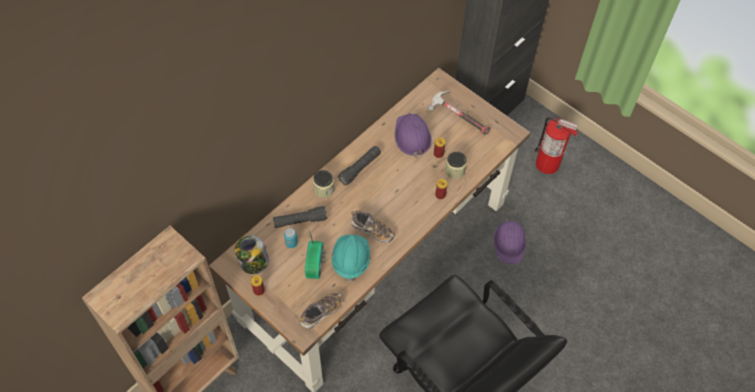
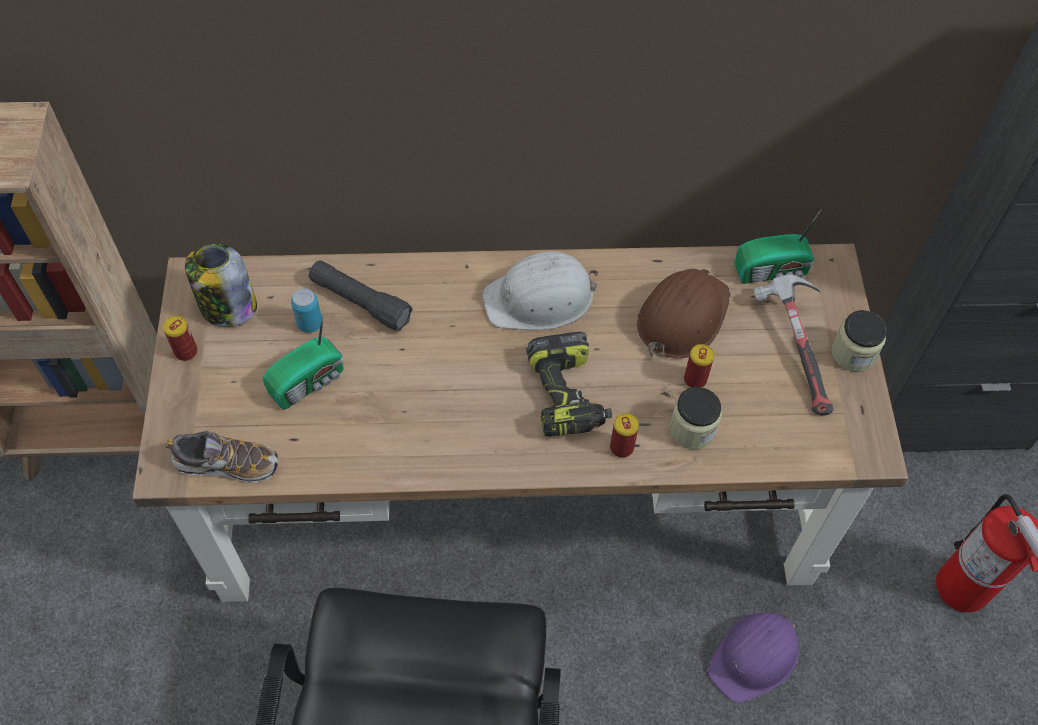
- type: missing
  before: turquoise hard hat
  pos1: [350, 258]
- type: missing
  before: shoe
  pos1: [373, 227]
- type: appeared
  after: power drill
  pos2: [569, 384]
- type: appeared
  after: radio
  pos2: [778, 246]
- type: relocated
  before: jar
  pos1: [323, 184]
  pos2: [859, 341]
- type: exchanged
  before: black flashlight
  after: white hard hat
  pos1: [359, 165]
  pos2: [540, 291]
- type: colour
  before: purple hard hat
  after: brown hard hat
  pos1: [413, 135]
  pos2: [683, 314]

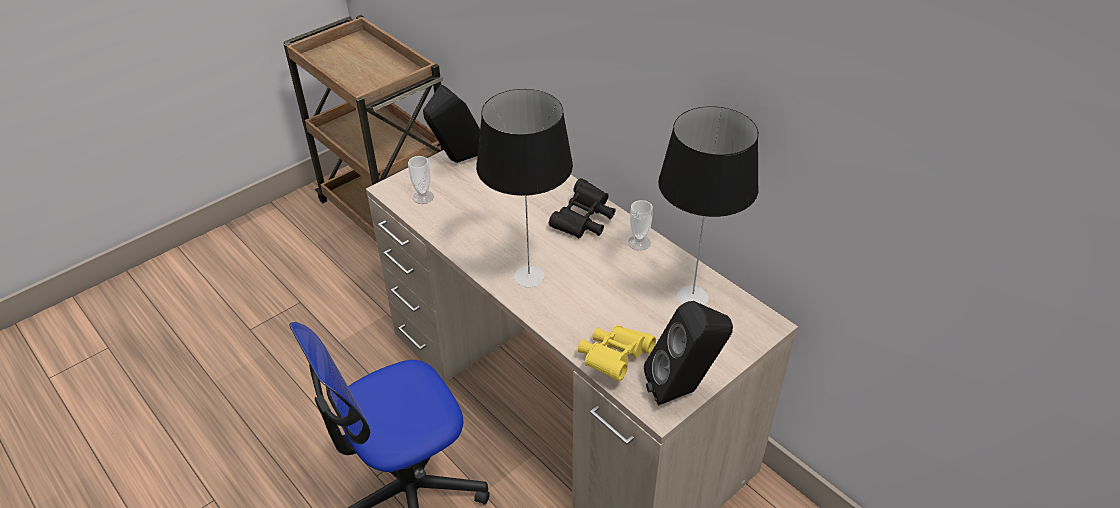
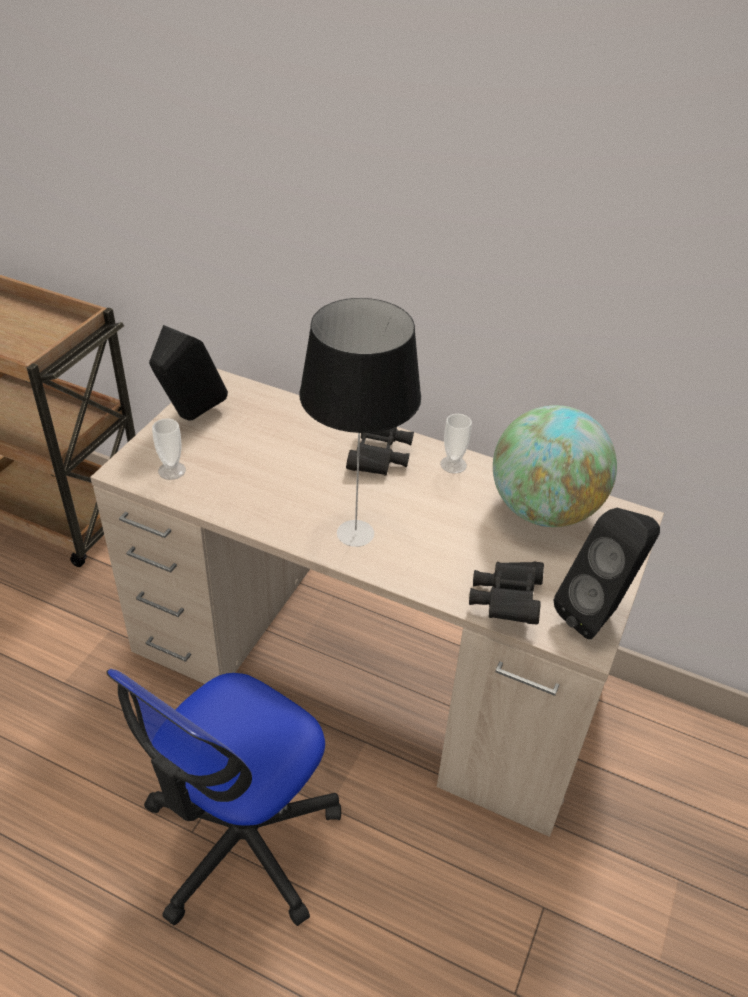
- type: exchanged
  before: table lamp
  after: globe
  pos1: [708, 205]
  pos2: [555, 466]
- type: colour
  before: yellow binoculars
  after: black binoculars
  pos1: [617, 353]
  pos2: [506, 592]

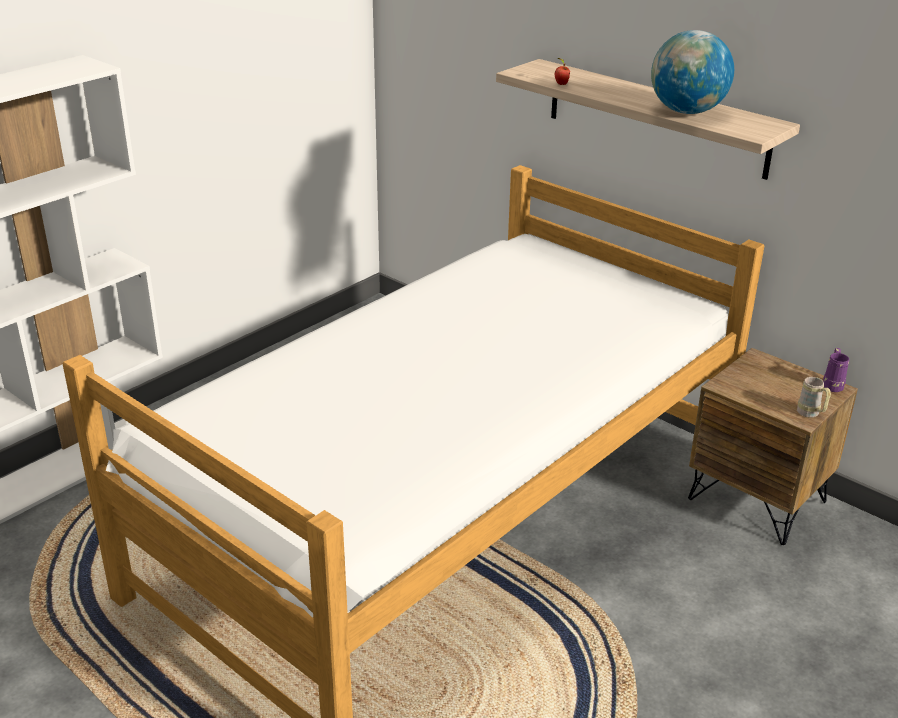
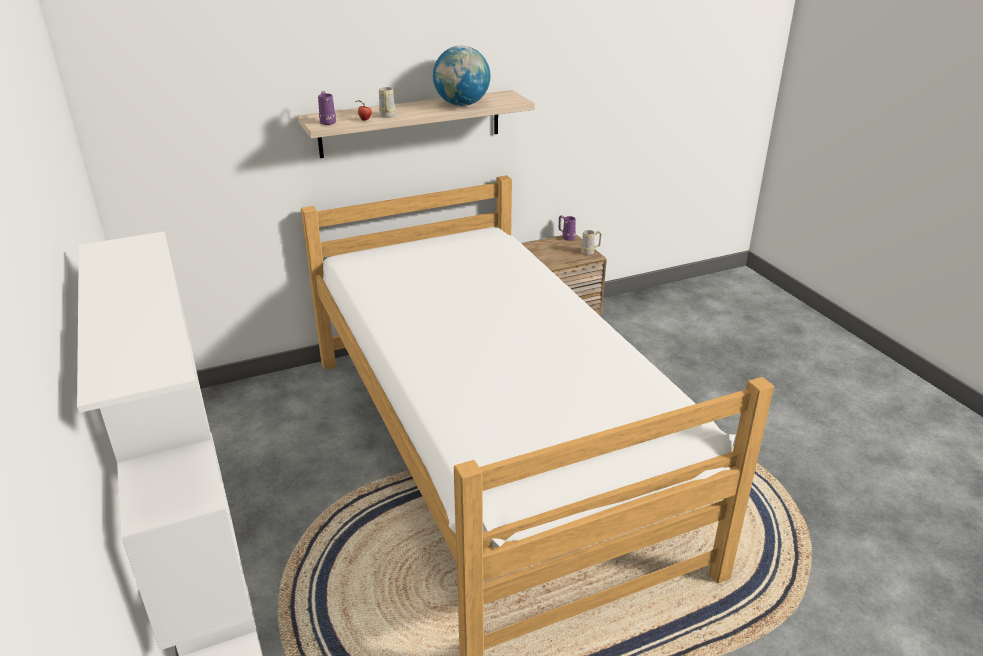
- type: appeared
  after: purple mug
  pos2: [327, 108]
- type: appeared
  after: beige mug
  pos2: [387, 102]

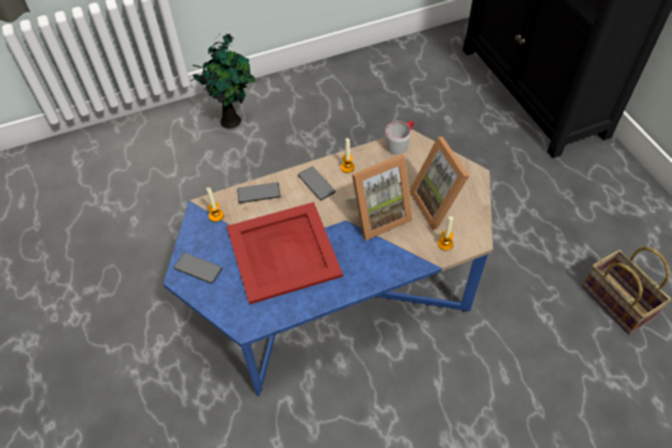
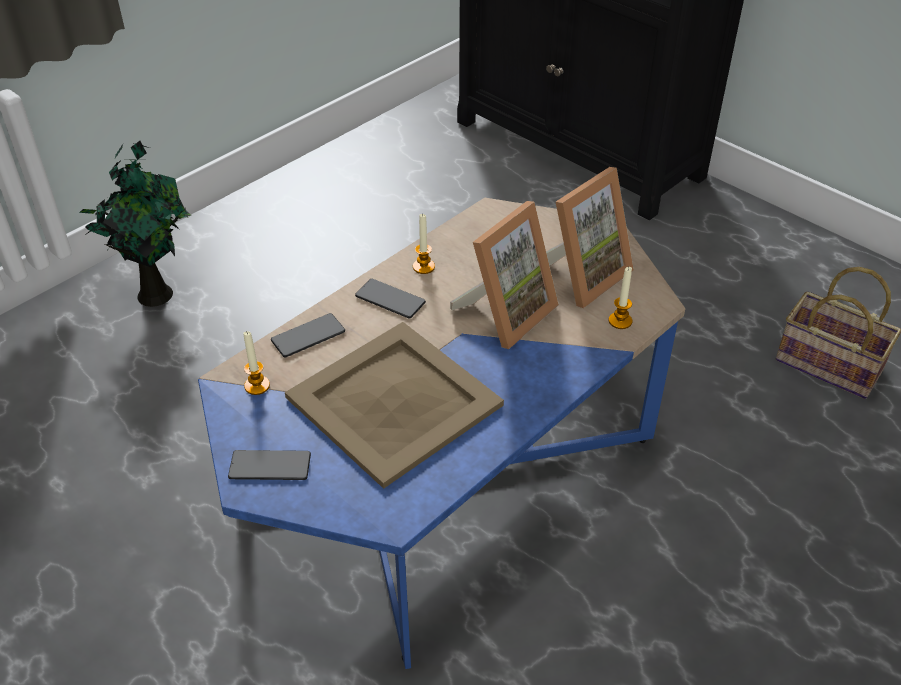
- type: missing
  before: grey mug
  pos1: [399, 137]
- type: colour
  before: red tray
  after: beige tray
  pos1: [285, 253]
  pos2: [394, 405]
- type: spun
  before: picture frame
  pos1: [439, 183]
  pos2: [590, 237]
  turn: -90

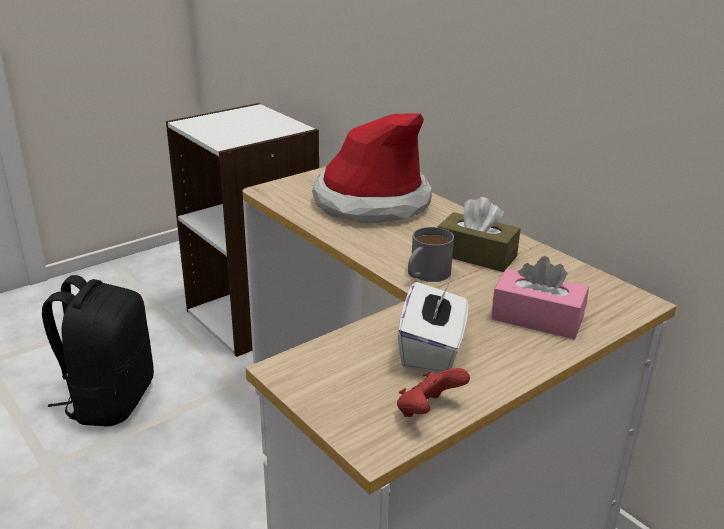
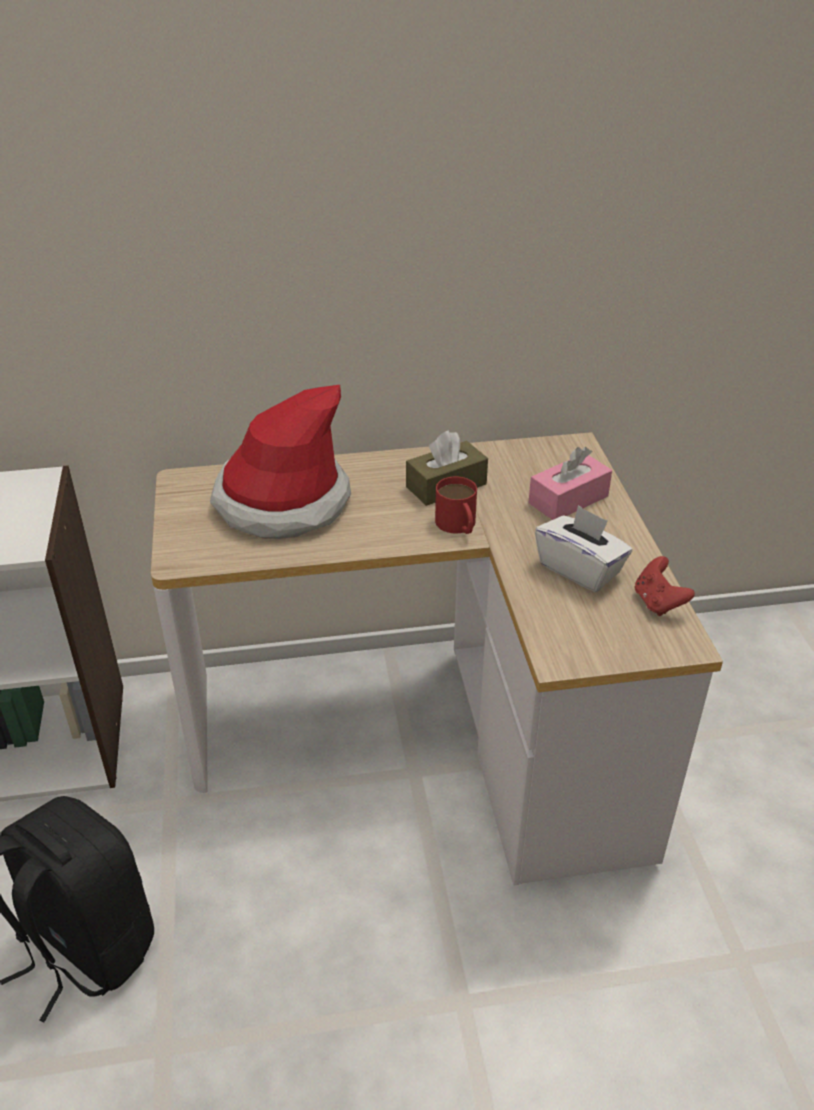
- type: colour
  before: grey mug
  after: red mug
  pos1: [431, 254]
  pos2: [456, 505]

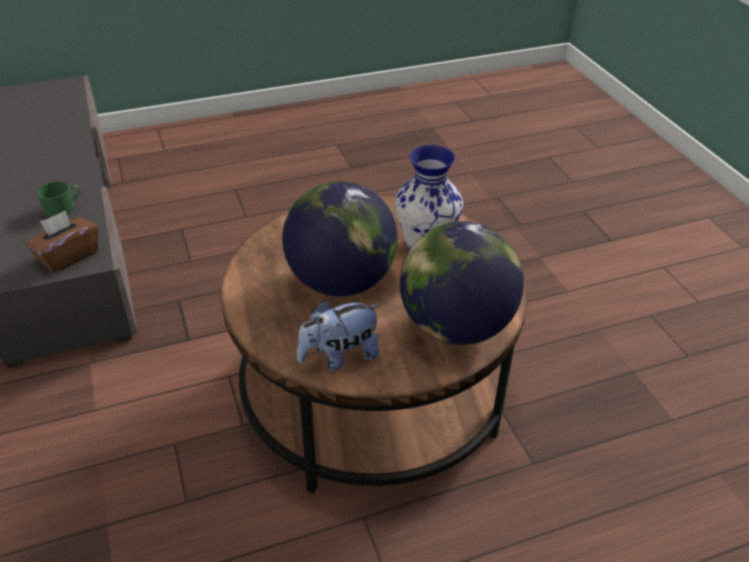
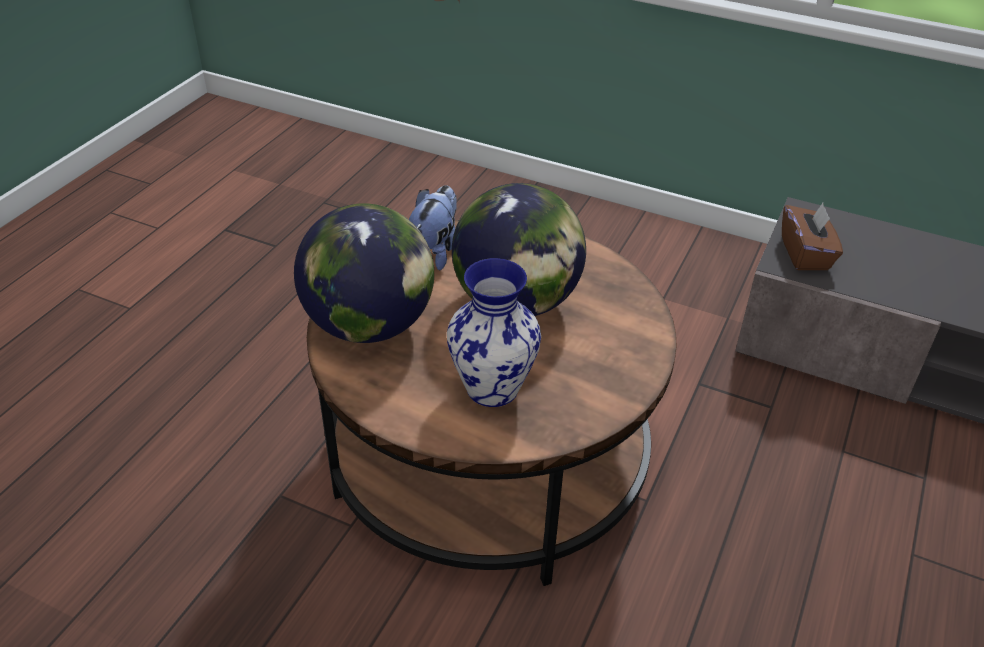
- type: missing
  before: green mug
  pos1: [58, 199]

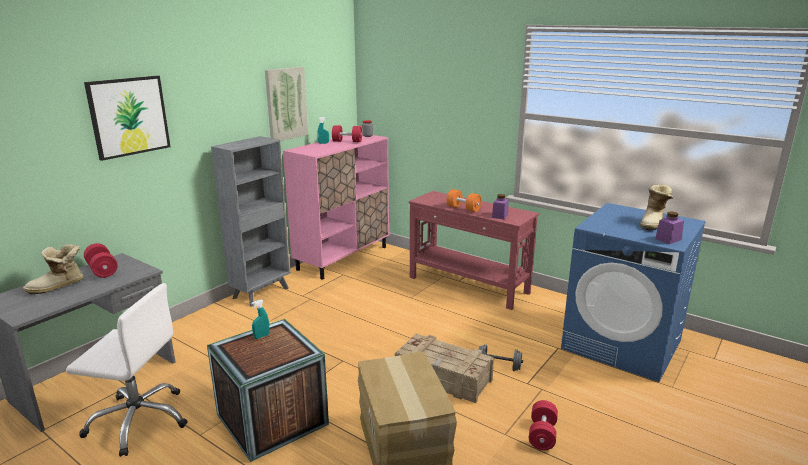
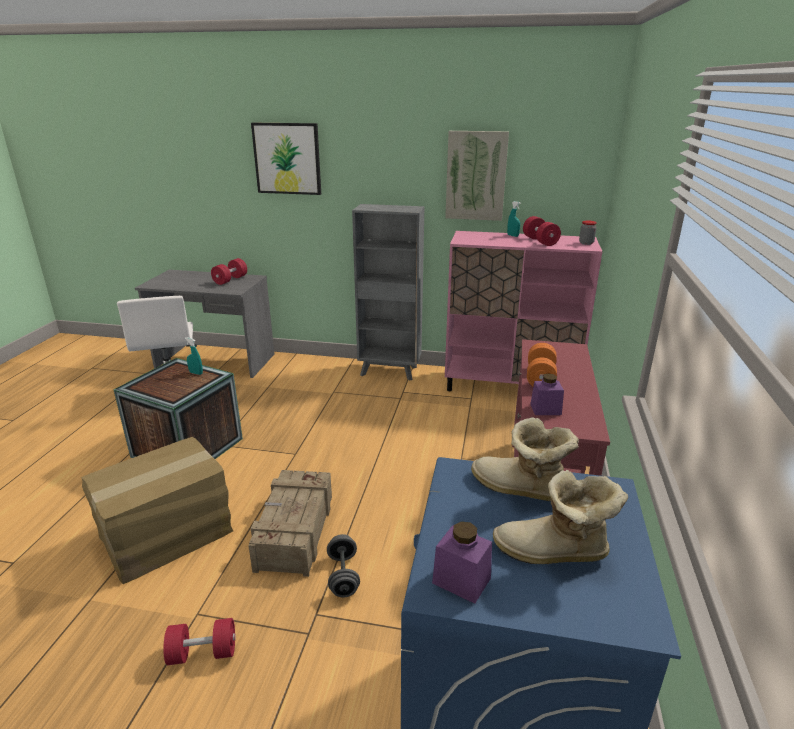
- type: relocated
  before: boot
  pos1: [53, 269]
  pos2: [525, 459]

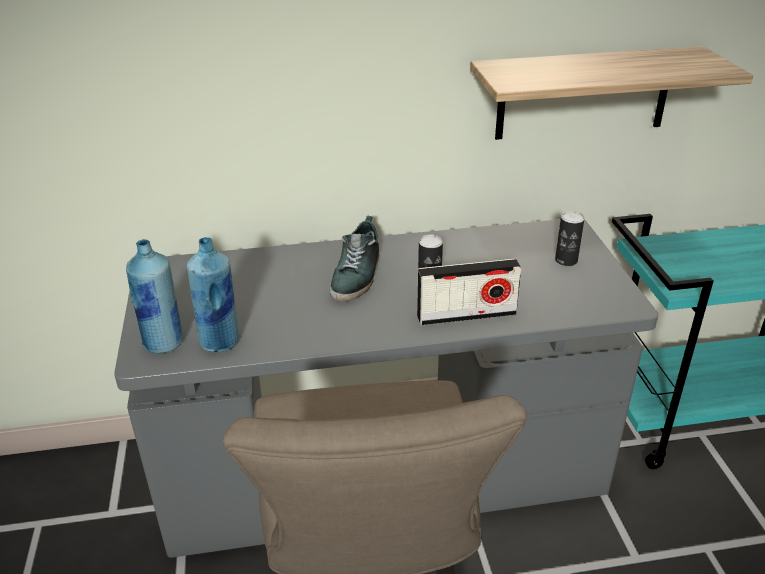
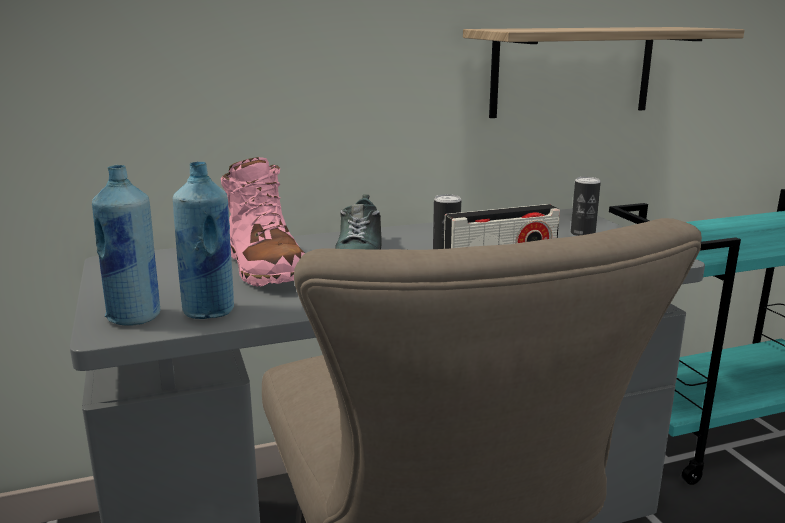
- type: appeared
  after: pink boot
  pos2: [263, 222]

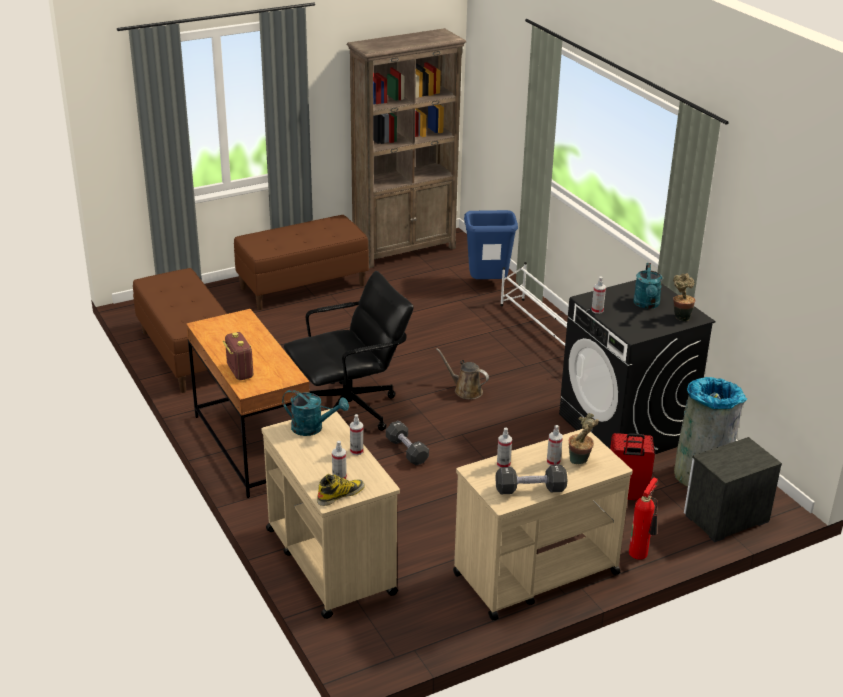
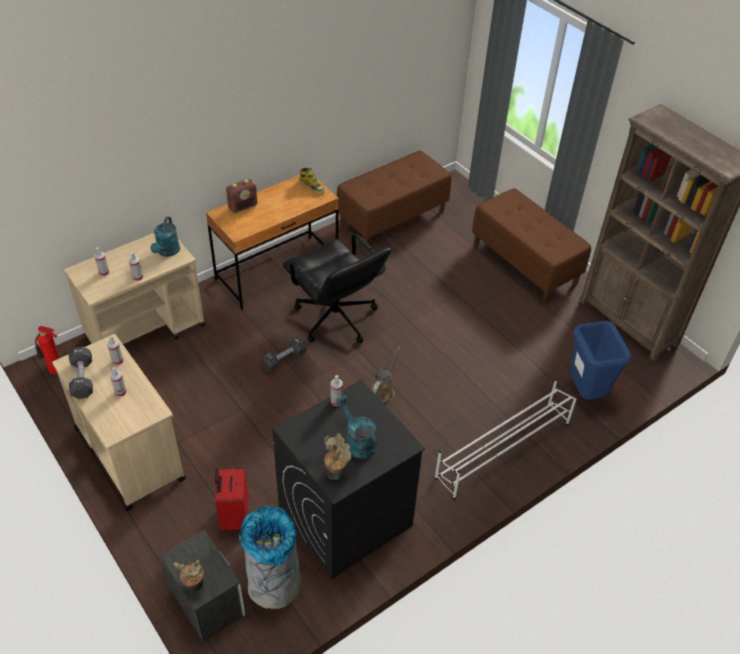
- type: relocated
  before: boot
  pos1: [341, 490]
  pos2: [312, 181]
- type: relocated
  before: potted plant
  pos1: [584, 438]
  pos2: [188, 575]
- type: relocated
  before: fire extinguisher
  pos1: [643, 518]
  pos2: [47, 350]
- type: spun
  before: turquoise watering can
  pos1: [647, 286]
  pos2: [356, 428]
  turn: 60

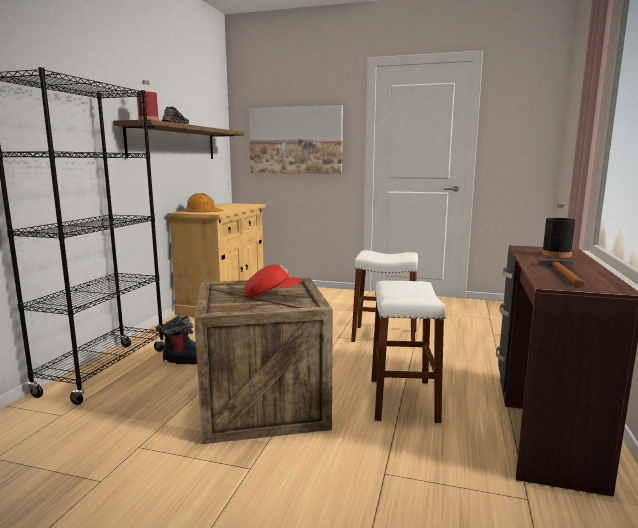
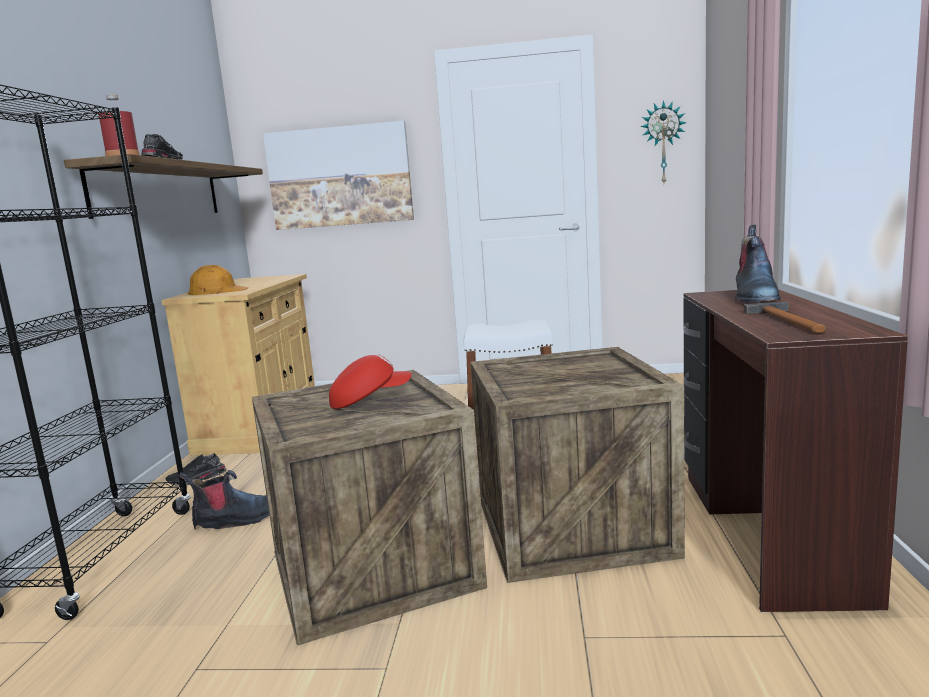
- type: appeared
  after: wall clock
  pos2: [663, 141]
- type: exchanged
  before: white stool
  after: crate
  pos1: [408, 352]
  pos2: [577, 465]
- type: exchanged
  before: black bottle
  after: boot
  pos1: [558, 230]
  pos2: [758, 264]

